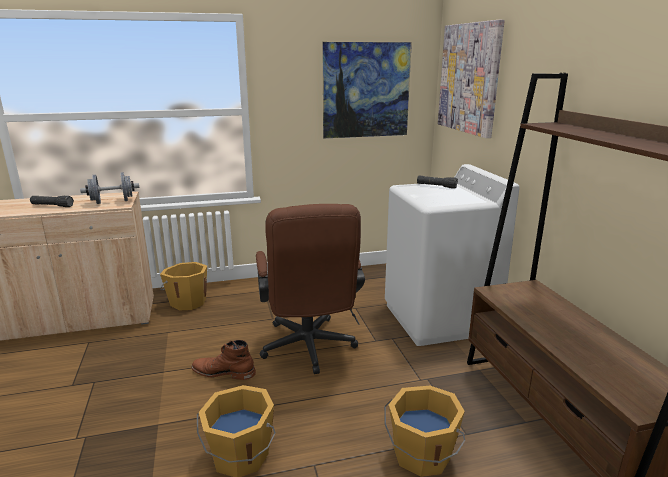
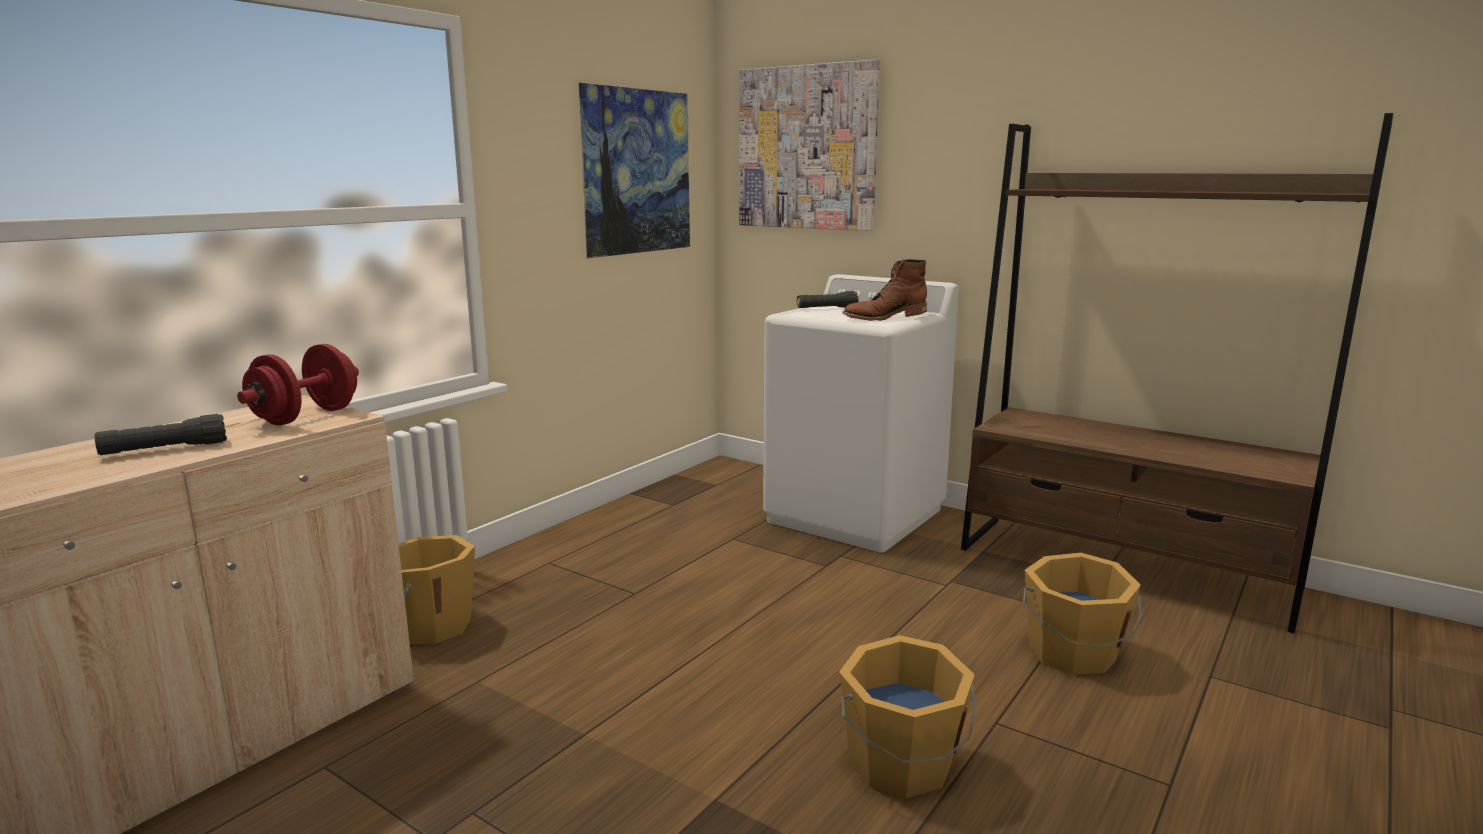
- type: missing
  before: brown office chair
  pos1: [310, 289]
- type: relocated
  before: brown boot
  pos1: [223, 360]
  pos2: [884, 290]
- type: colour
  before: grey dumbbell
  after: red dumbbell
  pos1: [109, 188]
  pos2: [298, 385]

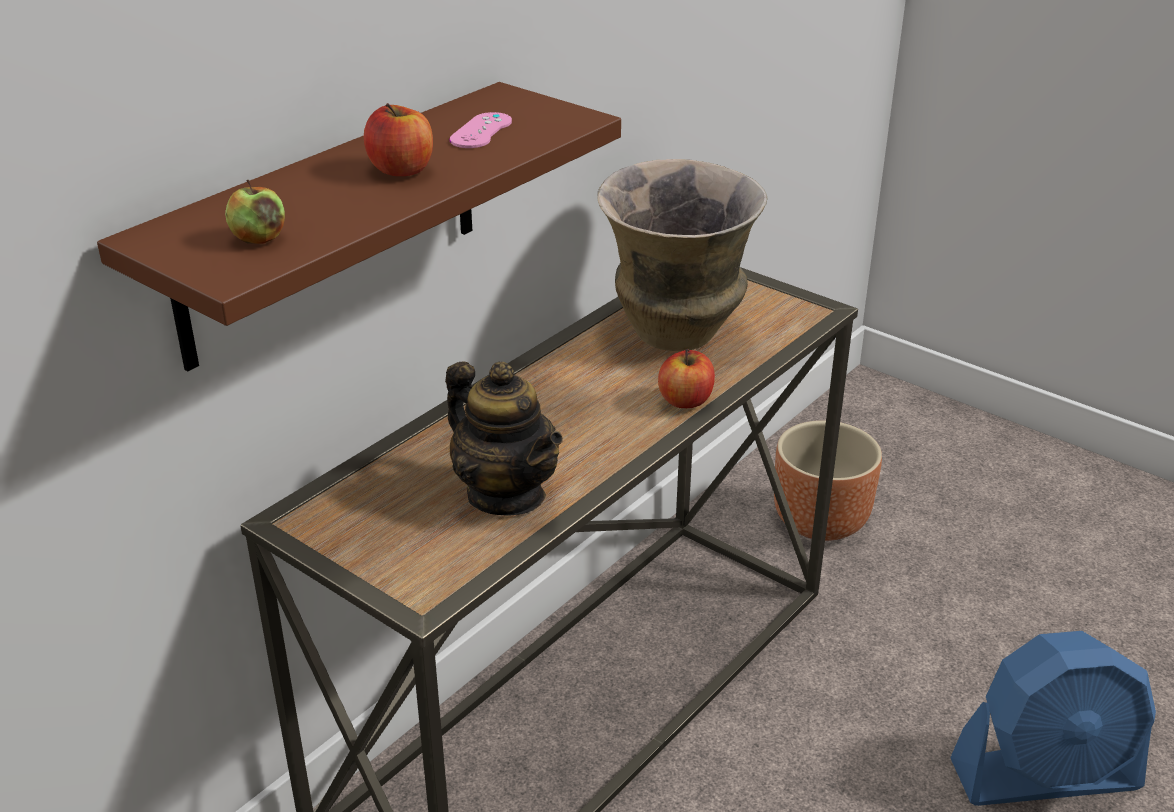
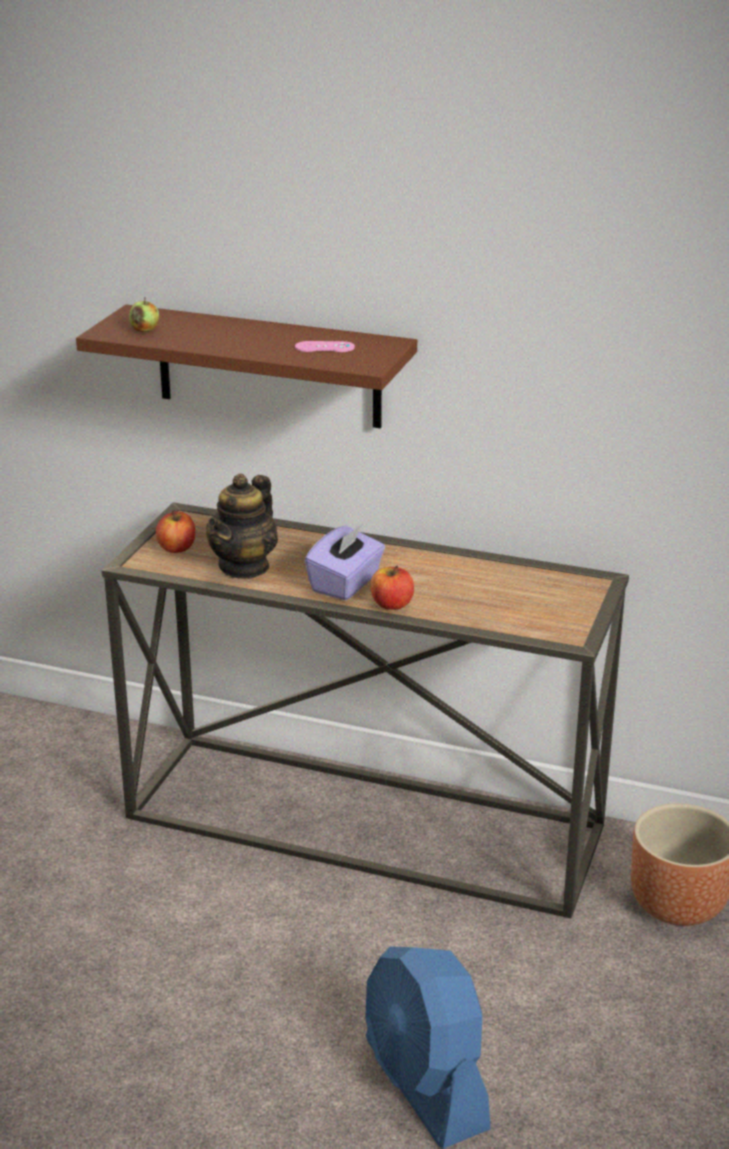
- type: missing
  before: vase
  pos1: [682, 255]
- type: appeared
  after: purple tissue box
  pos2: [345, 562]
- type: relocated
  before: apple
  pos1: [398, 139]
  pos2: [175, 531]

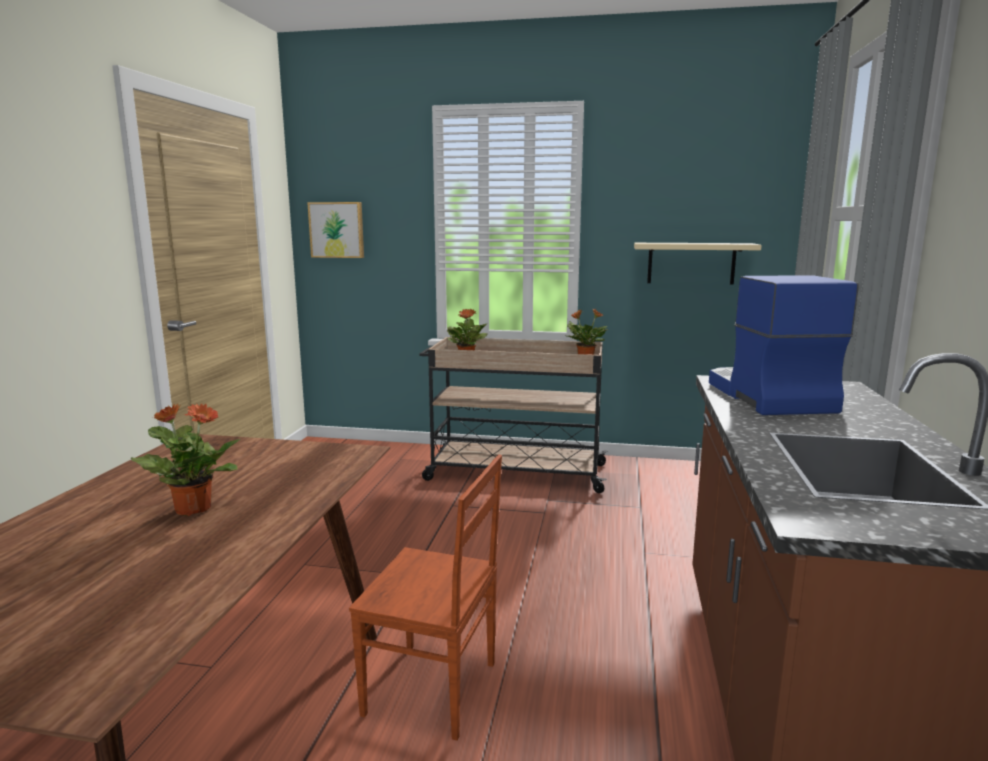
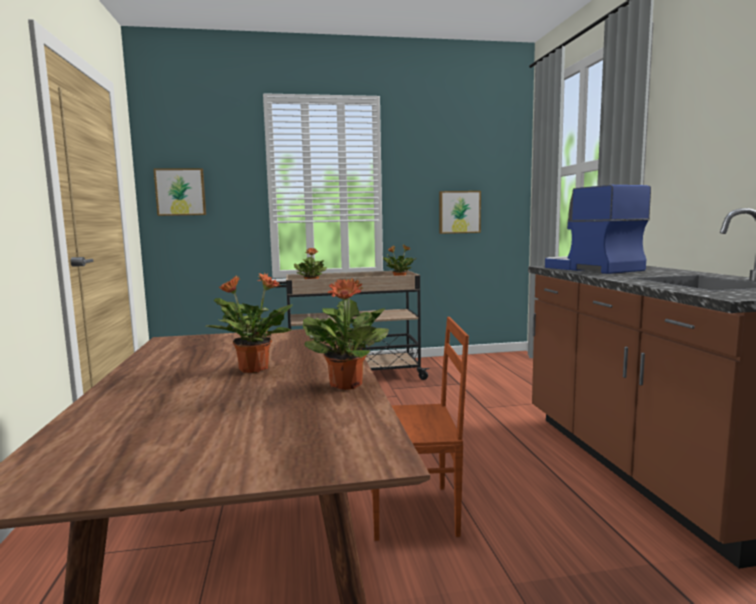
- type: appeared
  after: potted plant
  pos2: [346, 334]
- type: exchanged
  before: beige shelf
  after: picture
  pos1: [698, 264]
  pos2: [460, 212]

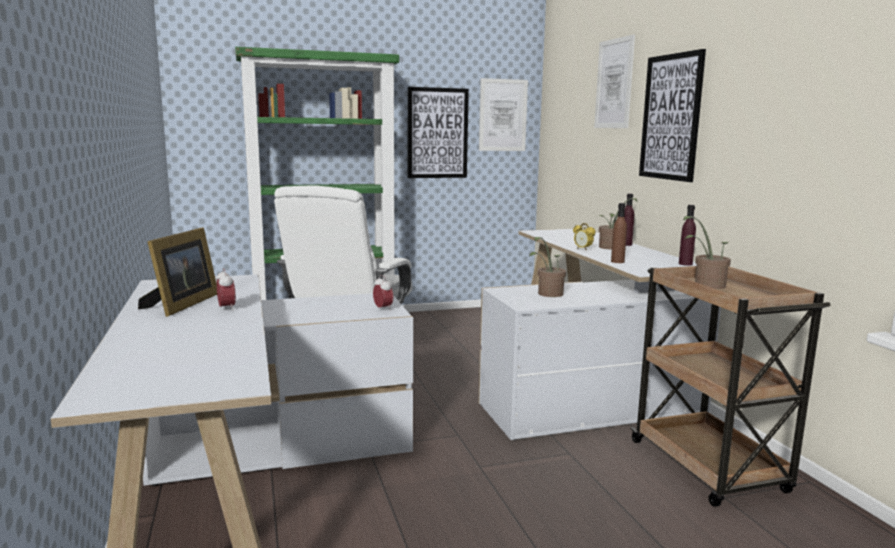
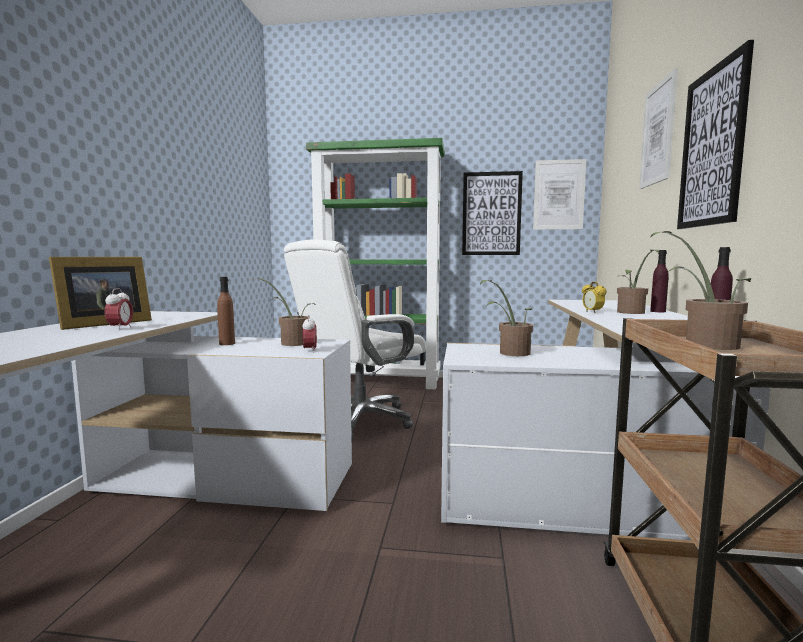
- type: appeared
  after: potted plant
  pos2: [283, 312]
- type: relocated
  before: brown bottle
  pos1: [619, 233]
  pos2: [226, 311]

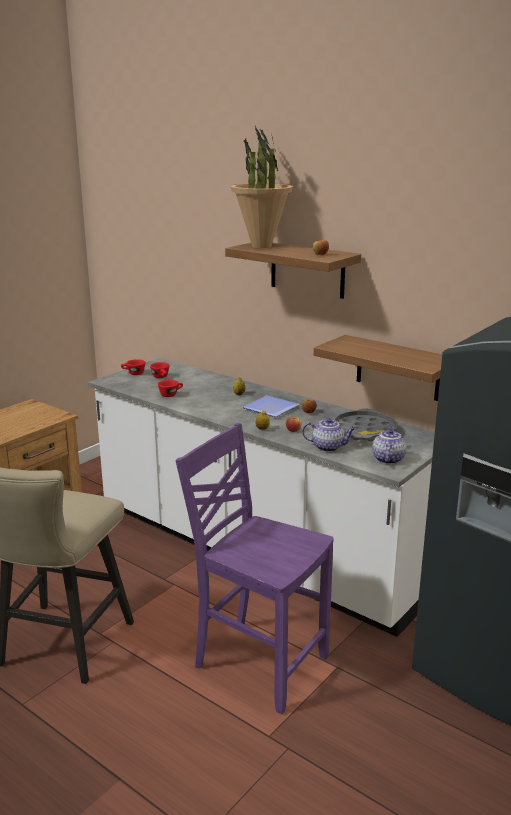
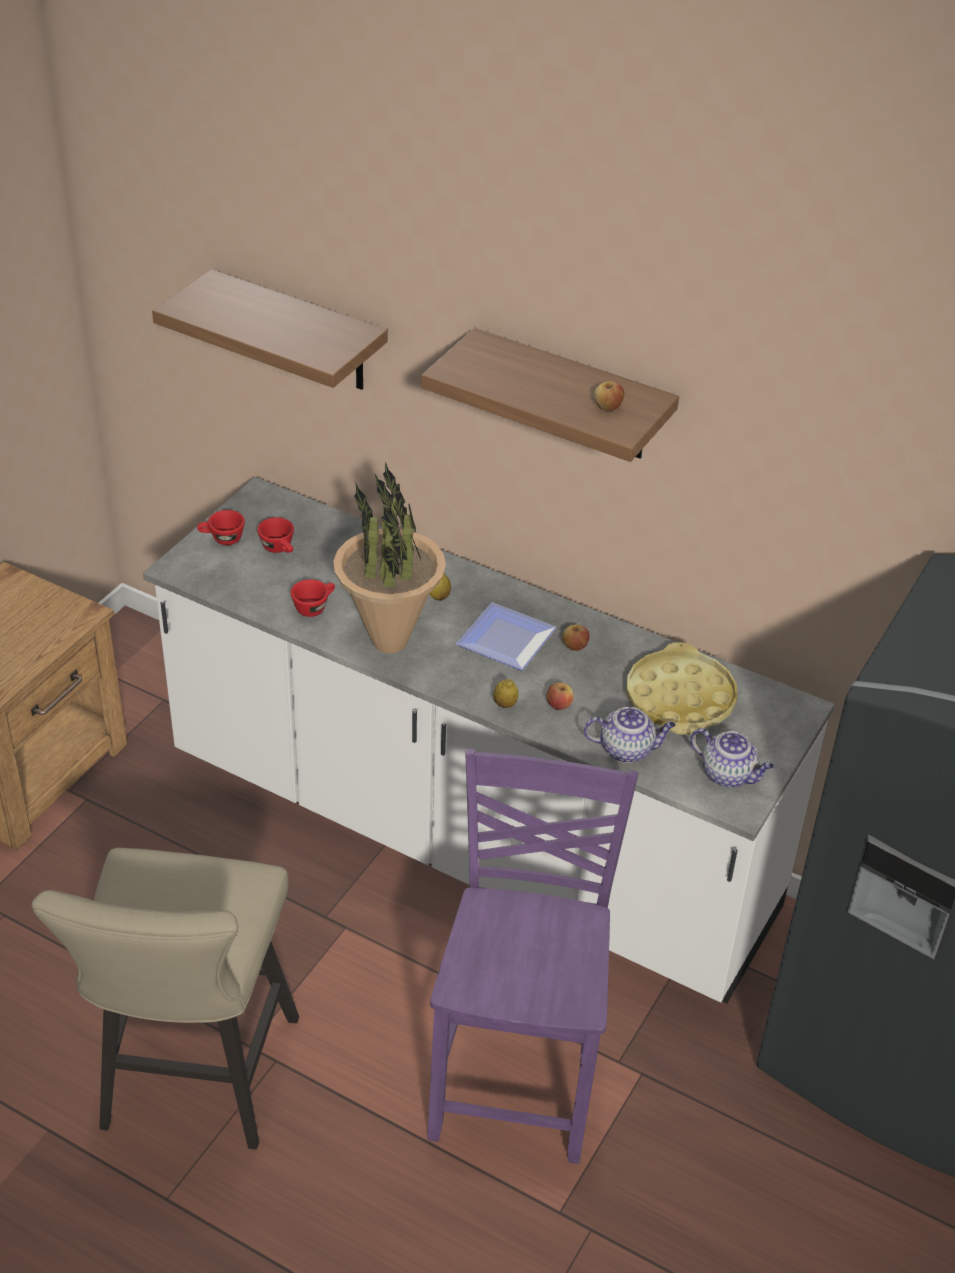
- type: relocated
  before: potted plant
  pos1: [262, 187]
  pos2: [389, 557]
- type: relocated
  before: shelf
  pos1: [378, 368]
  pos2: [270, 329]
- type: colour
  before: grey tray
  after: yellow tray
  pos1: [366, 425]
  pos2: [682, 688]
- type: spun
  before: purple chair
  pos1: [255, 568]
  pos2: [533, 956]
  turn: 75
- type: spun
  before: teapot
  pos1: [389, 445]
  pos2: [732, 758]
  turn: 120

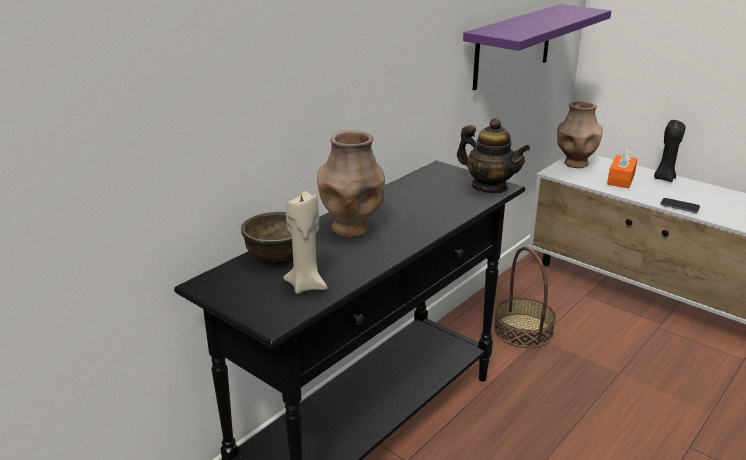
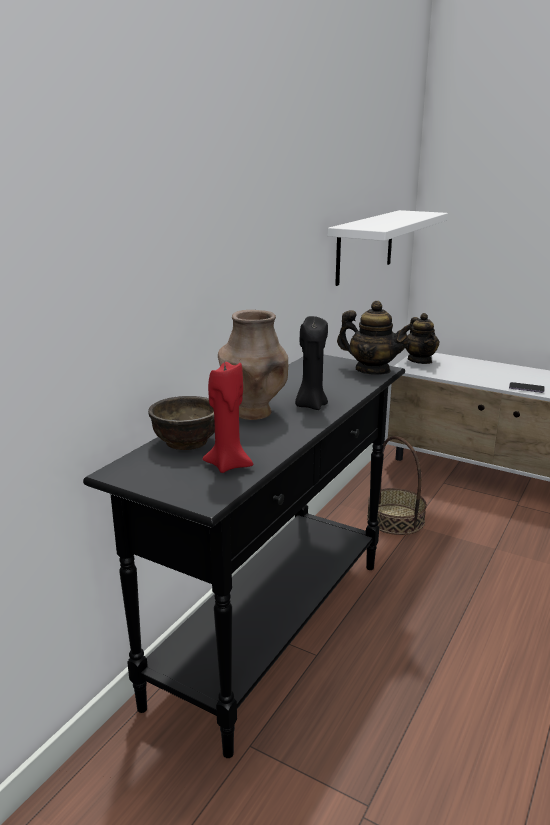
- type: missing
  before: orange tissue box
  pos1: [622, 167]
- type: relocated
  before: black candle
  pos1: [670, 151]
  pos2: [311, 363]
- type: exchanged
  before: brown vase
  after: teapot
  pos1: [580, 134]
  pos2: [422, 338]
- type: colour
  before: beige candle
  after: red candle
  pos1: [305, 242]
  pos2: [227, 417]
- type: colour
  before: purple shelf
  after: white shelf
  pos1: [537, 47]
  pos2: [387, 248]

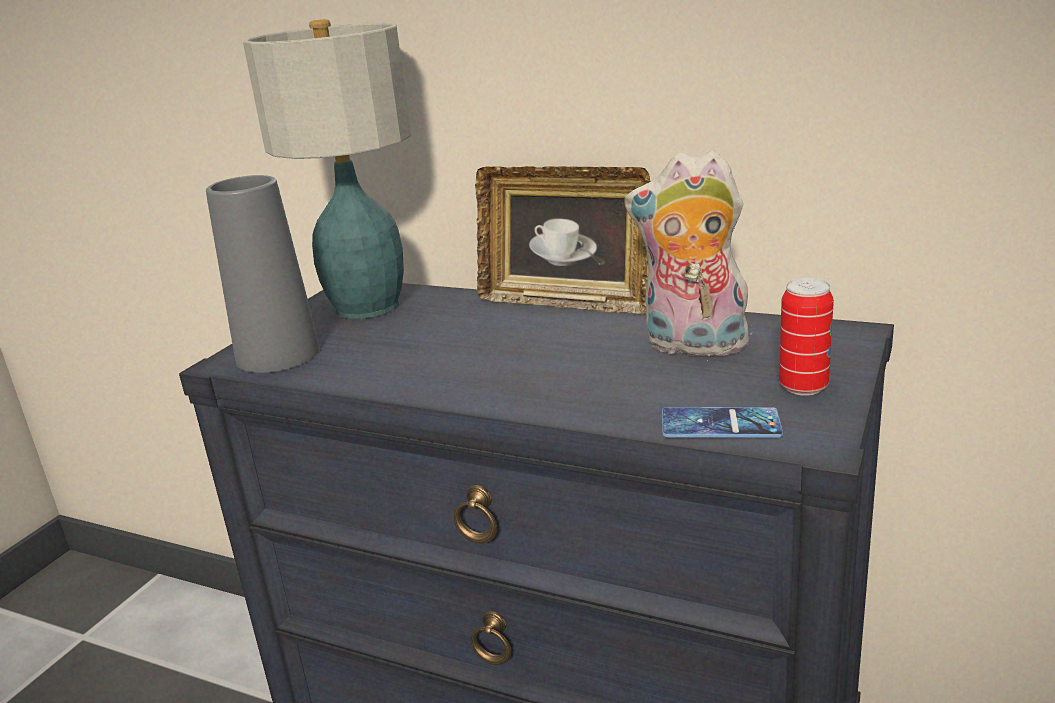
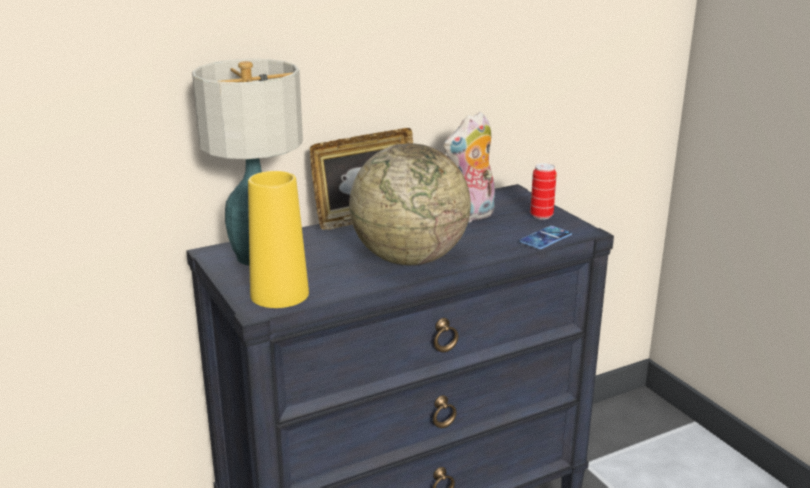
- type: appeared
  after: globe
  pos2: [410, 204]
- type: colour
  before: grey vase
  after: yellow vase
  pos1: [263, 274]
  pos2: [278, 239]

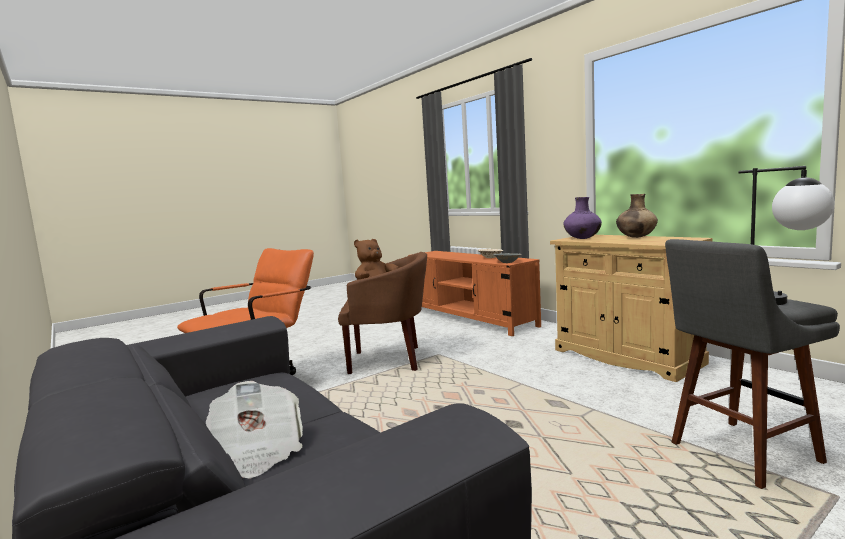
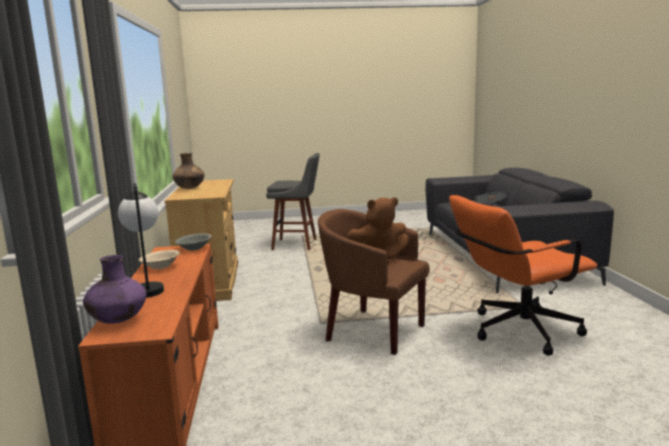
- type: relocated
  before: purple vase
  pos1: [582, 218]
  pos2: [115, 289]
- type: relocated
  before: table lamp
  pos1: [787, 235]
  pos2: [141, 240]

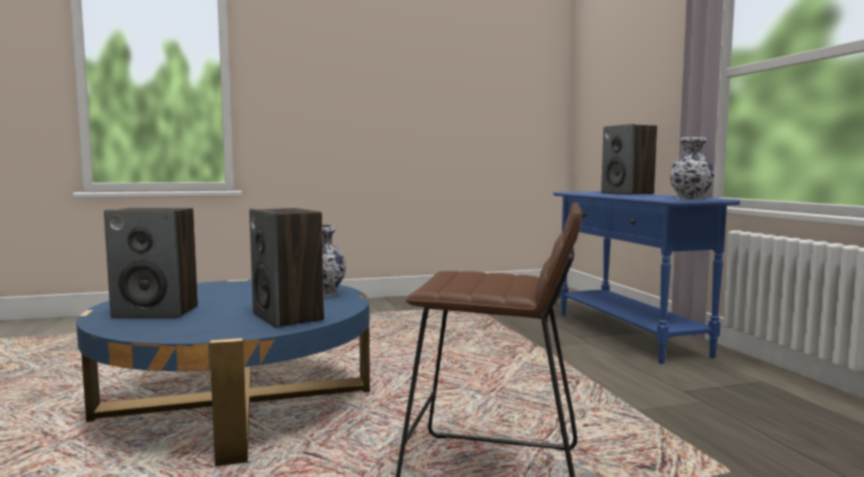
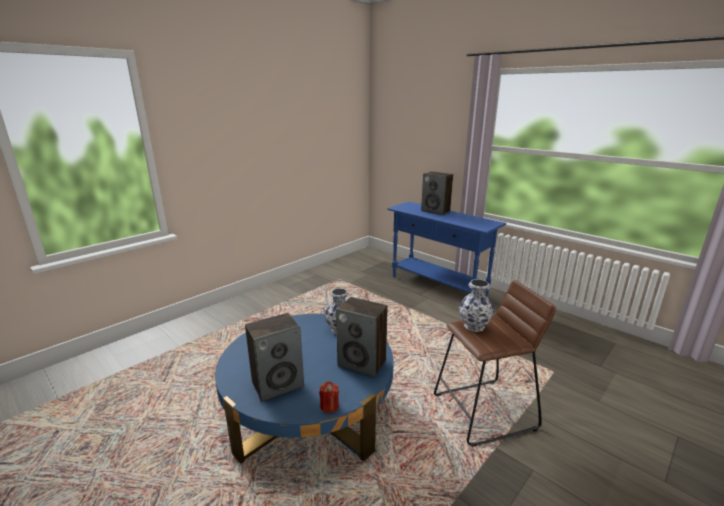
- type: appeared
  after: red candle
  pos2: [329, 397]
- type: relocated
  before: vase
  pos1: [692, 168]
  pos2: [476, 305]

